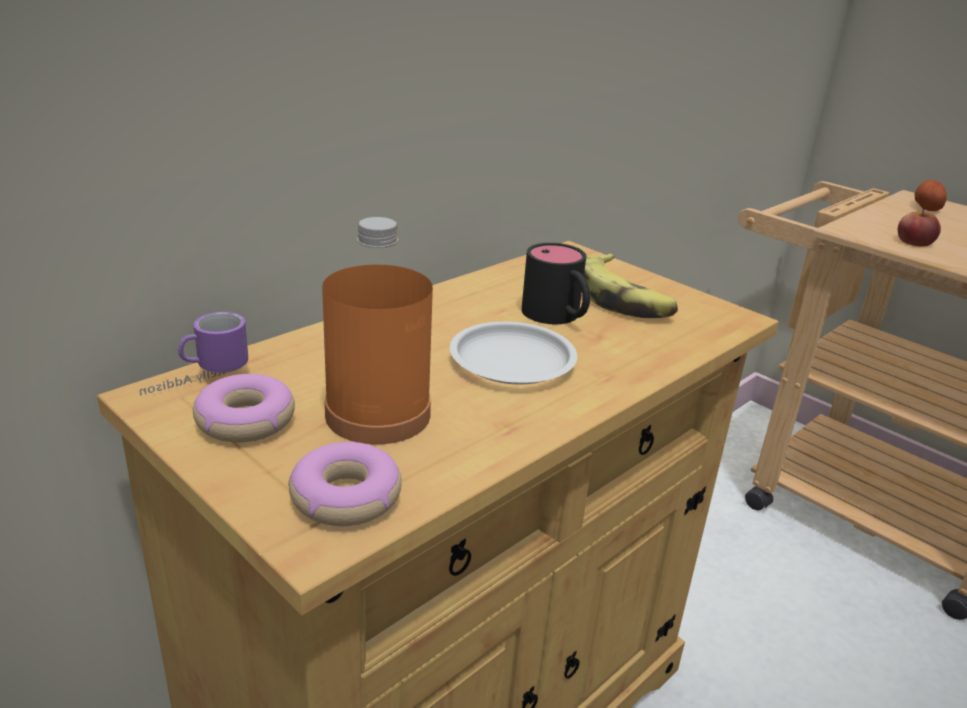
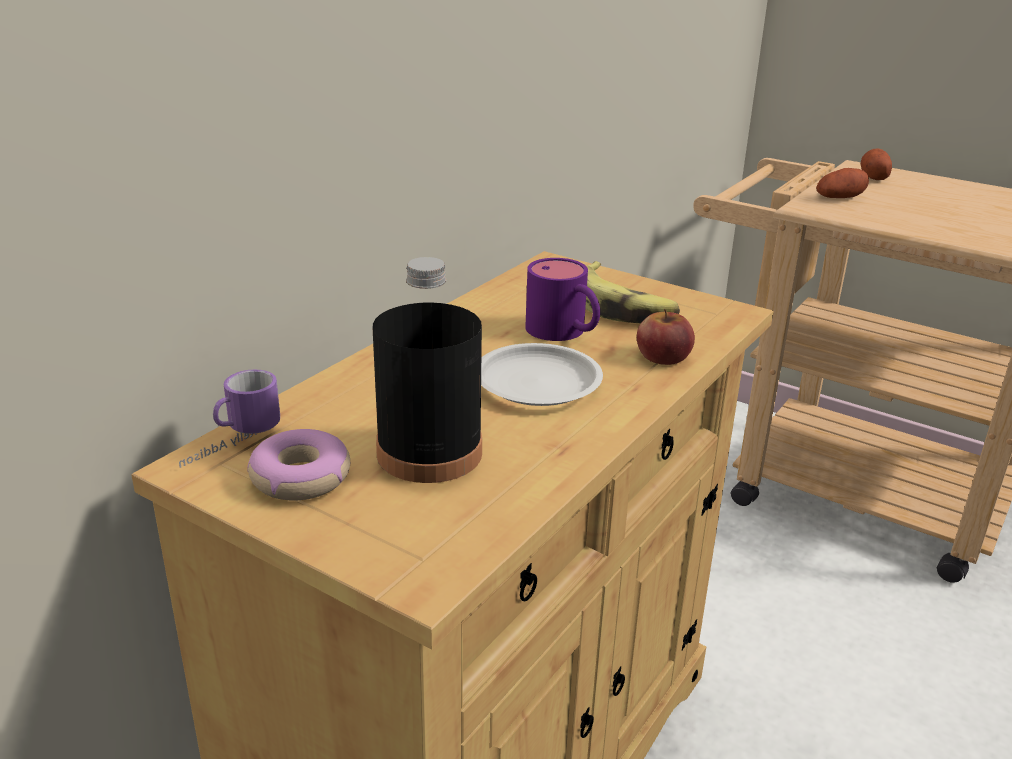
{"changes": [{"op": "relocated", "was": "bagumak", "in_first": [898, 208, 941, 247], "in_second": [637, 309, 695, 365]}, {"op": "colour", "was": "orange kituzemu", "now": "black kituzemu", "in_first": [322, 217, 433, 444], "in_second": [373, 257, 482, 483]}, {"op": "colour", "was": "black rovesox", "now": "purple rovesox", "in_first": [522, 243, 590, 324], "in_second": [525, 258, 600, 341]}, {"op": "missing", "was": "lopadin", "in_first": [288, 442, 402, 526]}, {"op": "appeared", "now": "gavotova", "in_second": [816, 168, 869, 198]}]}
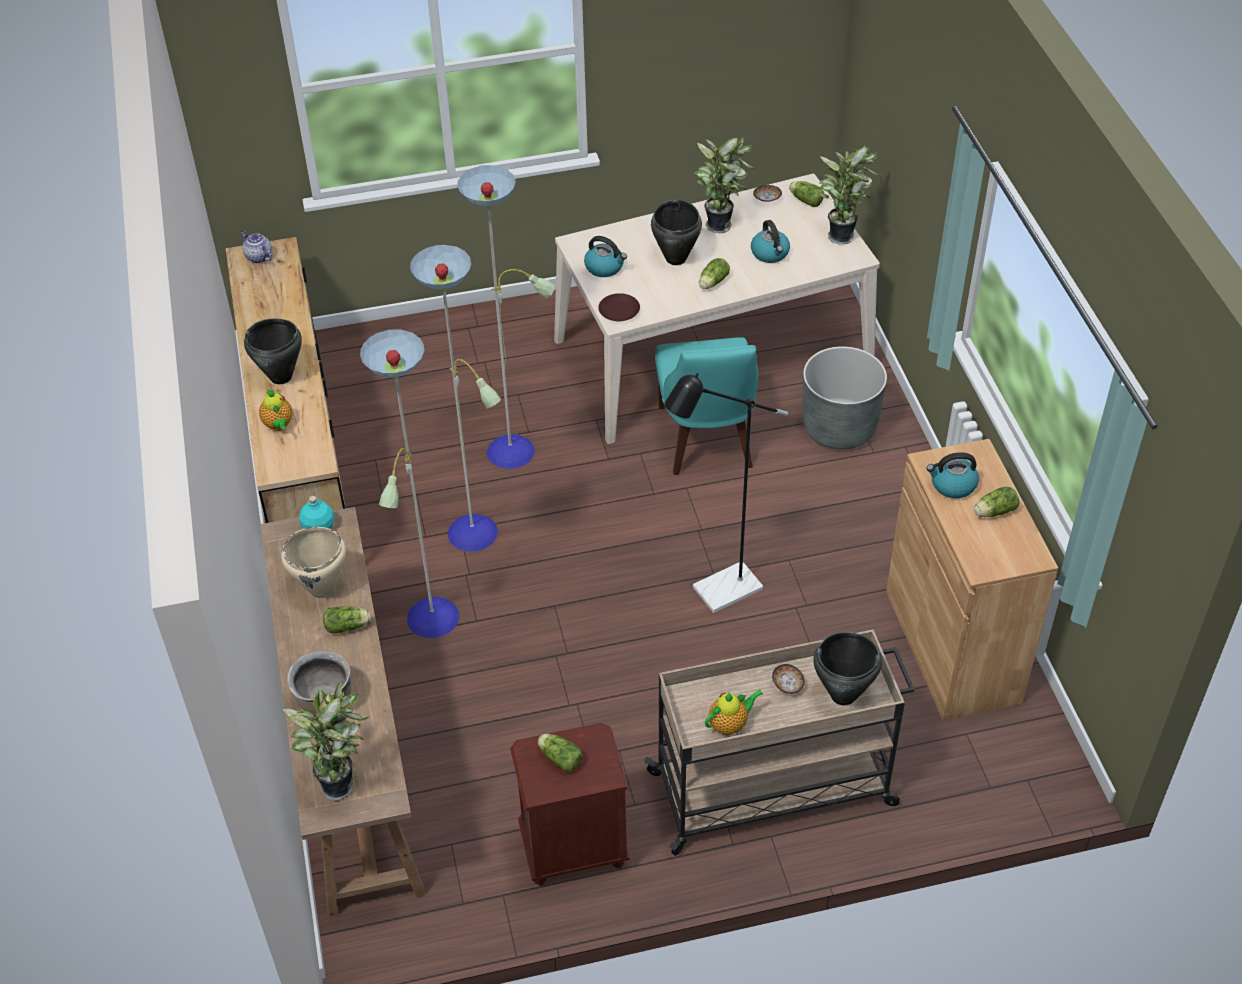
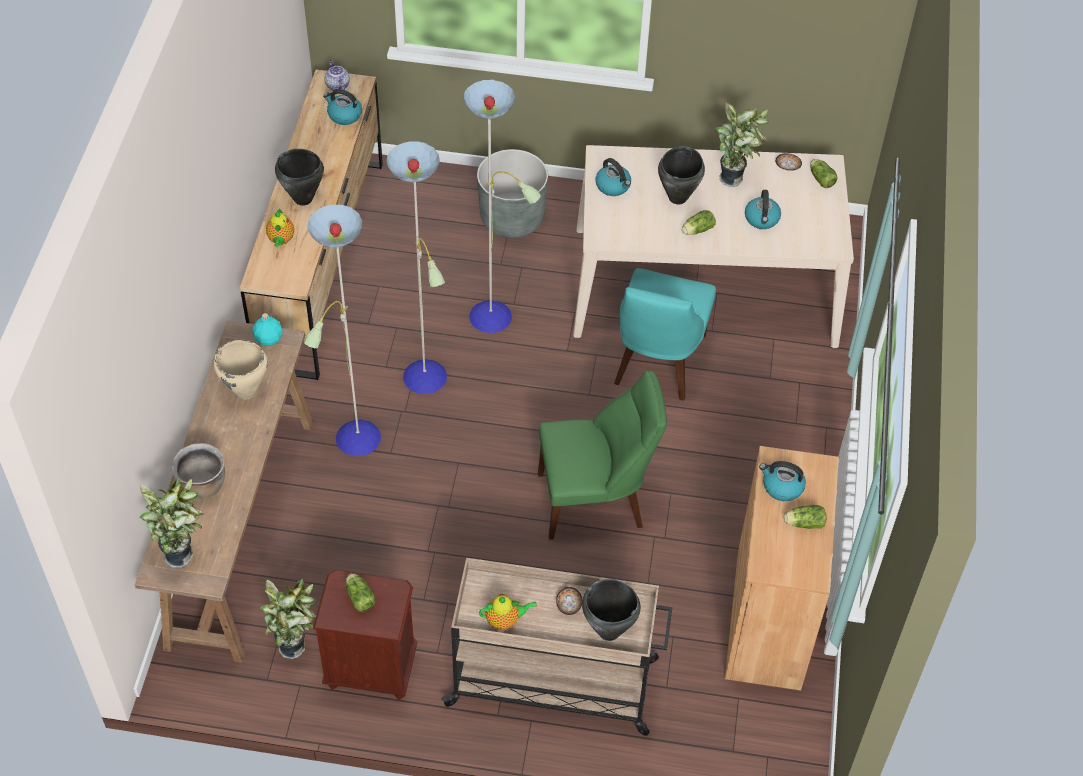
{"changes": [{"op": "relocated", "was": "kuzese", "in_first": [819, 145, 882, 244], "in_second": [260, 579, 316, 659]}, {"op": "missing", "was": "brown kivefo", "in_first": [598, 293, 640, 322]}, {"op": "relocated", "was": "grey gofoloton", "in_first": [802, 346, 887, 450], "in_second": [477, 149, 548, 238]}, {"op": "exchanged", "was": "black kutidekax", "now": "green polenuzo", "in_first": [664, 373, 788, 613], "in_second": [538, 370, 667, 540]}, {"op": "missing", "was": "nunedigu", "in_first": [323, 606, 371, 633]}, {"op": "appeared", "now": "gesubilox", "in_second": [323, 89, 362, 125]}]}
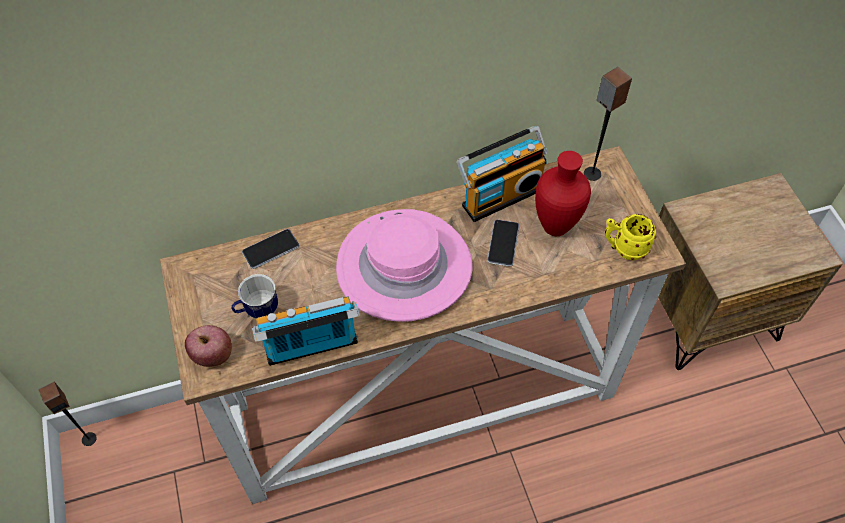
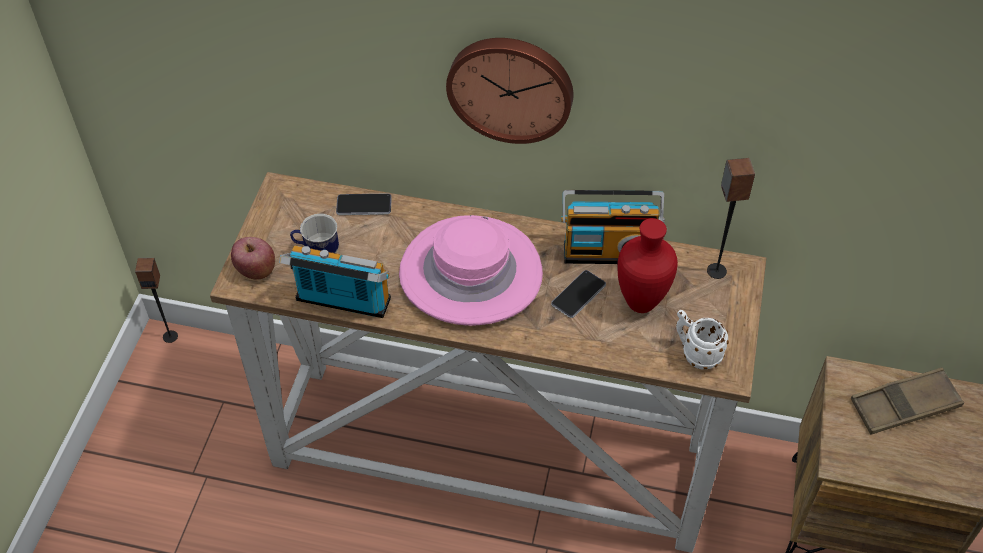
{"changes": [{"op": "colour", "was": "yellow rovesox", "now": "white rovesox", "in_first": [605, 214, 656, 260], "in_second": [676, 310, 729, 370]}, {"op": "appeared", "now": "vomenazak", "in_second": [446, 38, 574, 144]}, {"op": "appeared", "now": "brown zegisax", "in_second": [851, 367, 964, 435]}]}
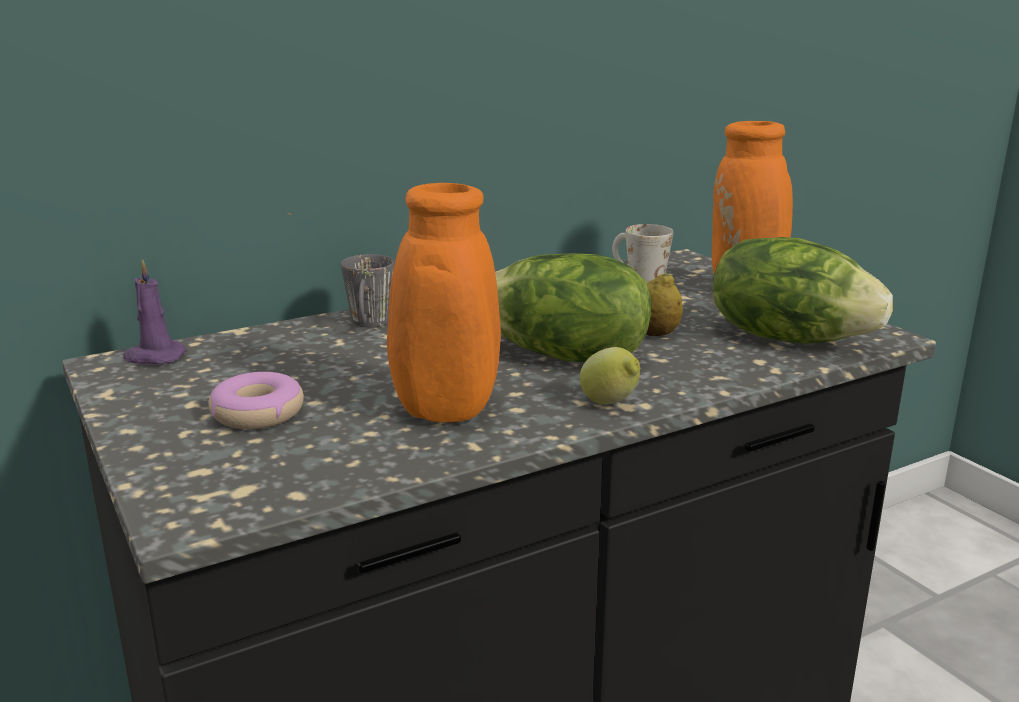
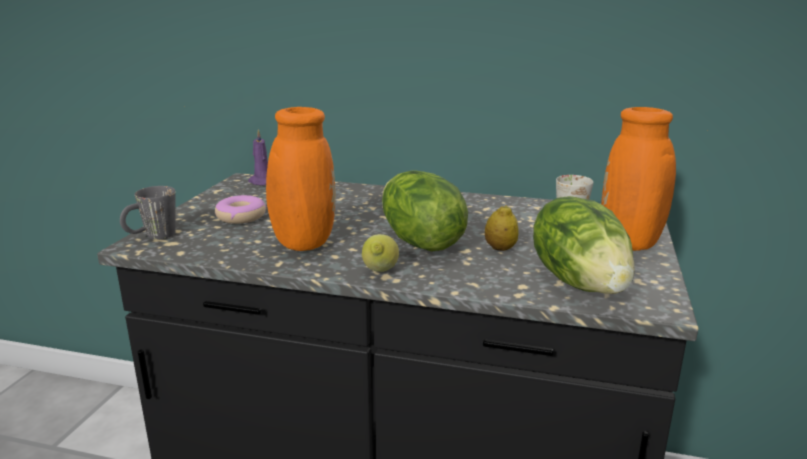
{"changes": [{"op": "relocated", "was": "grey rovesox", "in_first": [341, 254, 394, 328], "in_second": [120, 186, 176, 239]}]}
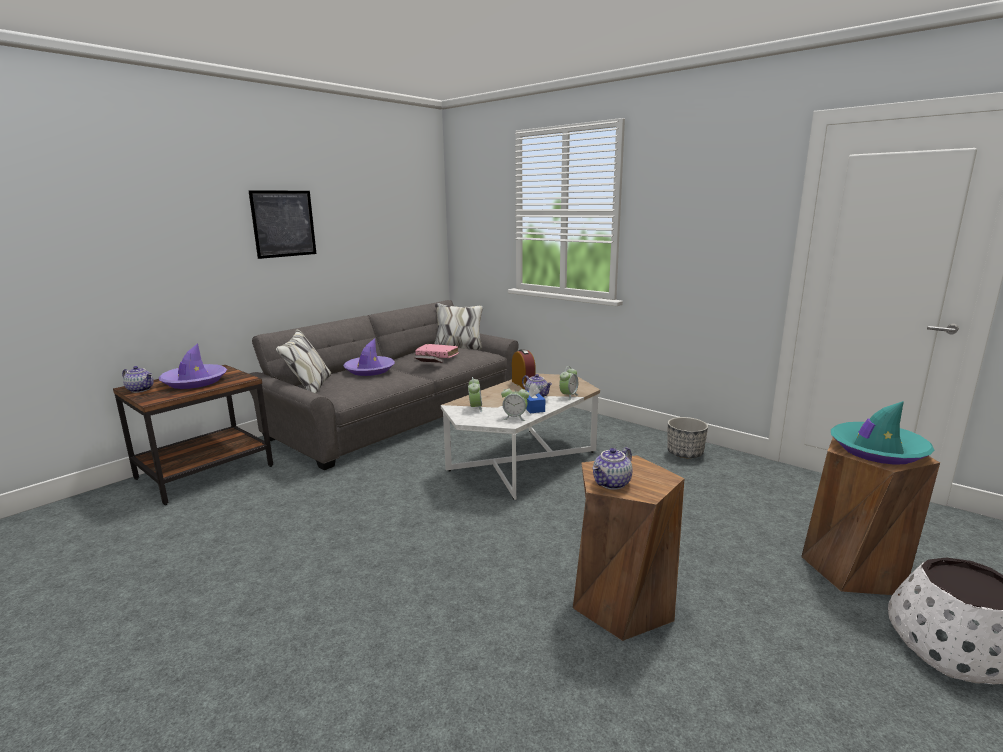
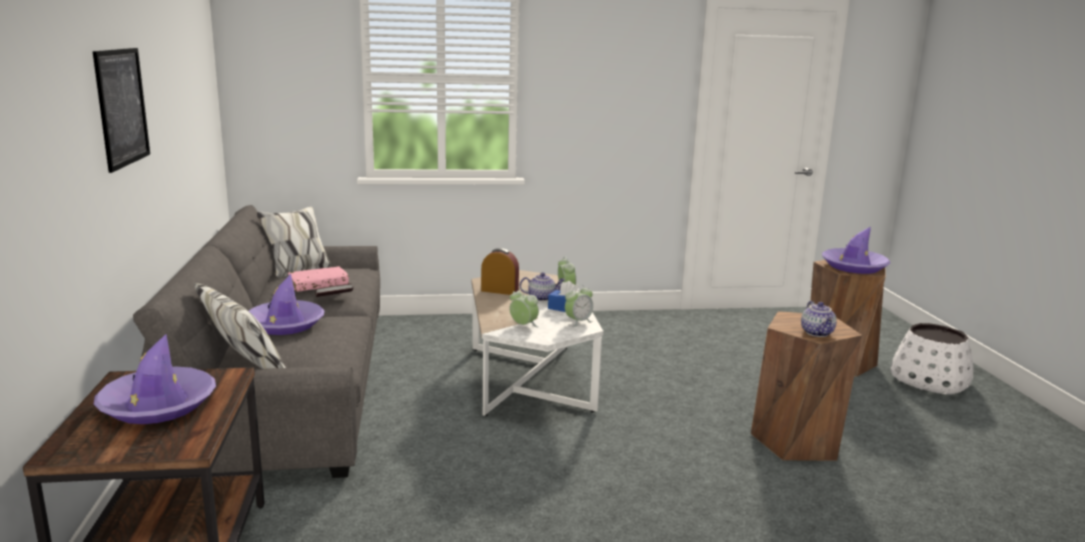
{"changes": [{"op": "missing", "was": "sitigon", "in_first": [122, 366, 154, 393]}, {"op": "colour", "was": "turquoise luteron", "now": "purple luteron", "in_first": [831, 401, 934, 465], "in_second": [822, 227, 890, 274]}, {"op": "missing", "was": "gofoloton", "in_first": [667, 417, 708, 458]}]}
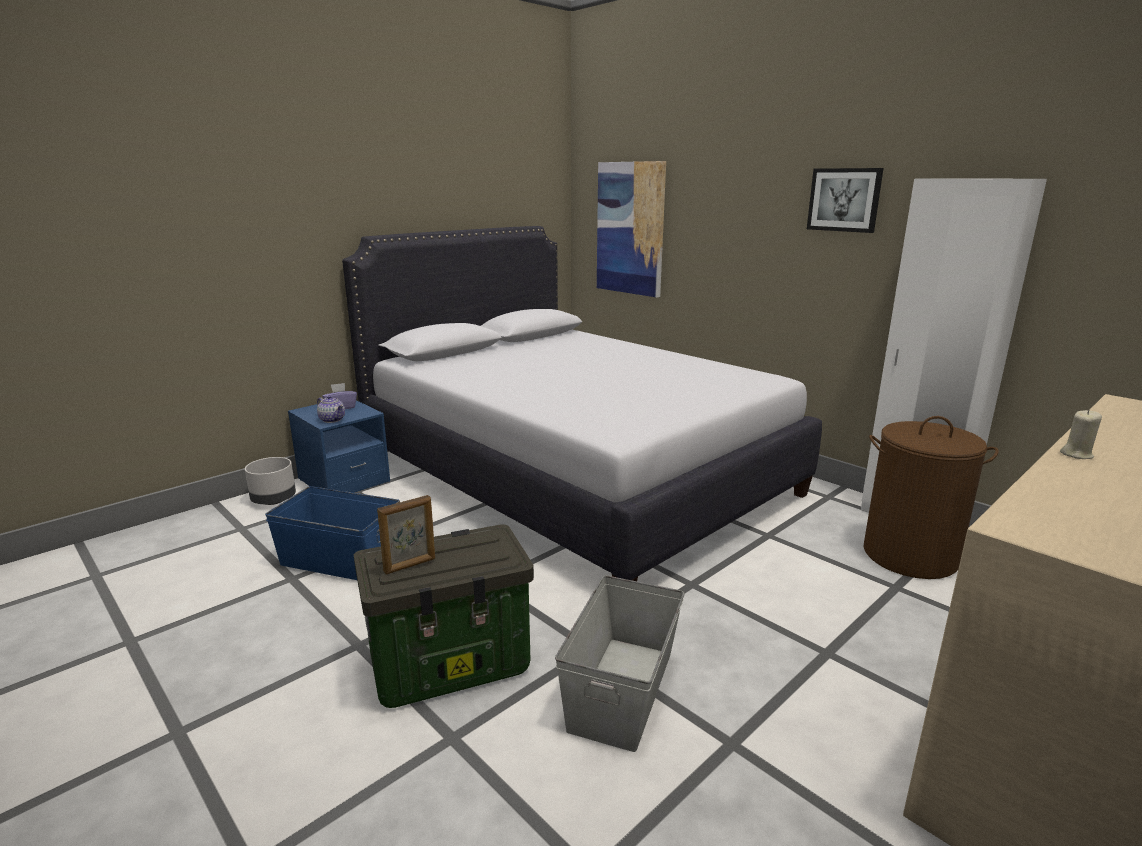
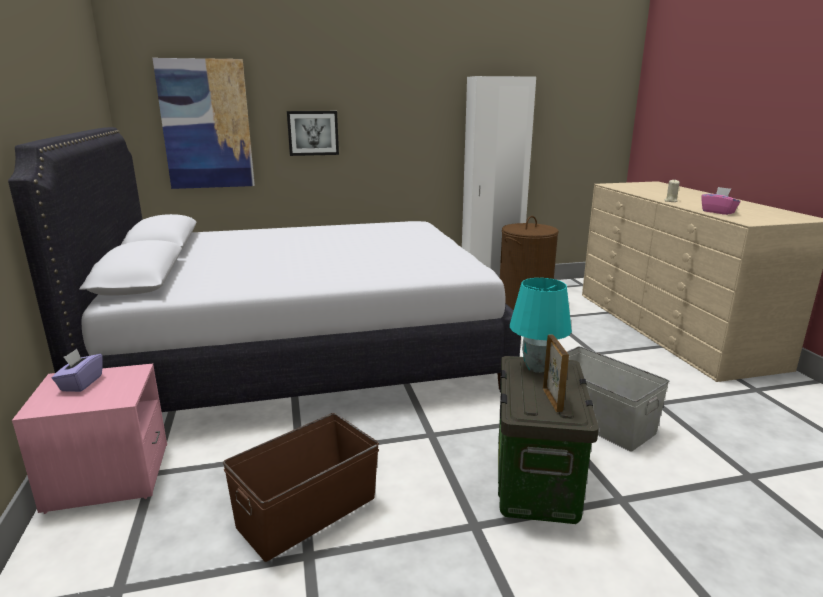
{"changes": [{"op": "relocated", "was": "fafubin", "in_first": [807, 168, 884, 233], "in_second": [287, 111, 339, 156]}, {"op": "missing", "was": "sitigon", "in_first": [317, 395, 345, 423]}, {"op": "colour", "was": "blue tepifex", "now": "pink tepifex", "in_first": [288, 400, 390, 493], "in_second": [12, 364, 167, 514]}, {"op": "missing", "was": "grey gofoloton", "in_first": [245, 457, 296, 505]}, {"op": "colour", "was": "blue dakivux", "now": "brown dakivux", "in_first": [265, 486, 400, 580], "in_second": [223, 413, 379, 562]}, {"op": "appeared", "now": "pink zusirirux", "in_second": [701, 187, 741, 215]}, {"op": "appeared", "now": "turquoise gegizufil", "in_second": [510, 278, 572, 373]}]}
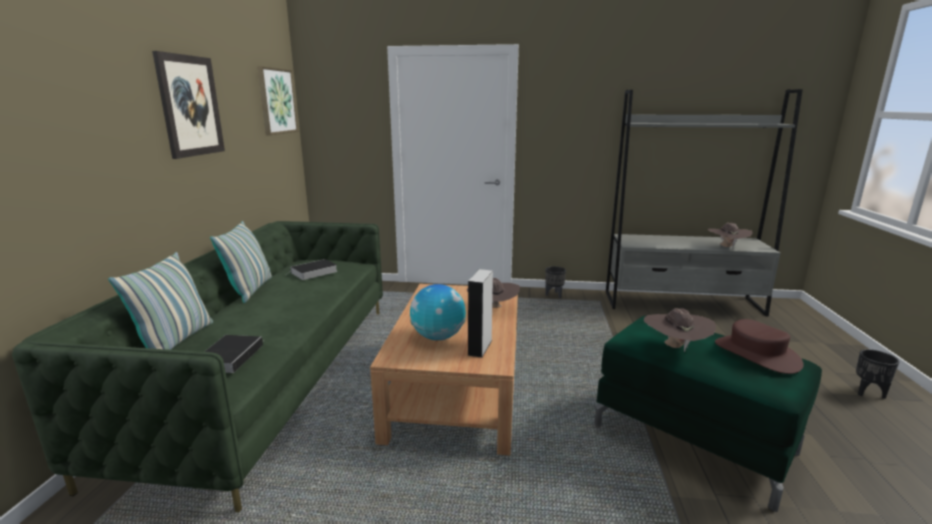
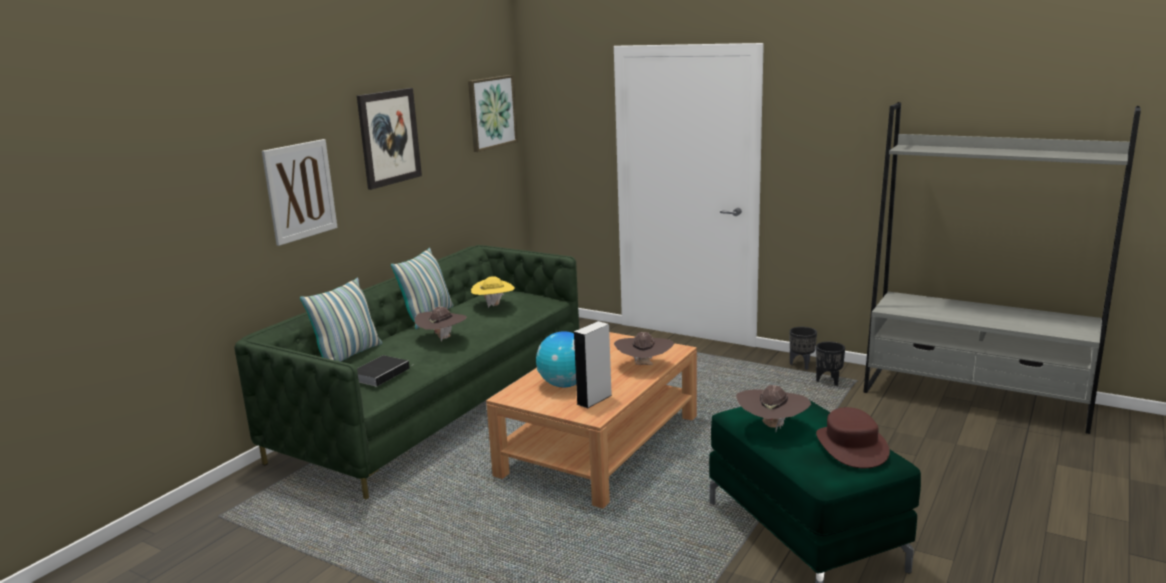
{"changes": [{"op": "relocated", "was": "brown luteron", "in_first": [708, 223, 753, 249], "in_second": [415, 307, 467, 342]}, {"op": "exchanged", "was": "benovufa", "now": "yellow luteron", "in_first": [286, 259, 338, 280], "in_second": [471, 276, 515, 308]}, {"op": "relocated", "was": "black gofoloton", "in_first": [856, 349, 899, 399], "in_second": [816, 342, 845, 386]}, {"op": "appeared", "now": "fafubin", "in_second": [262, 139, 338, 246]}]}
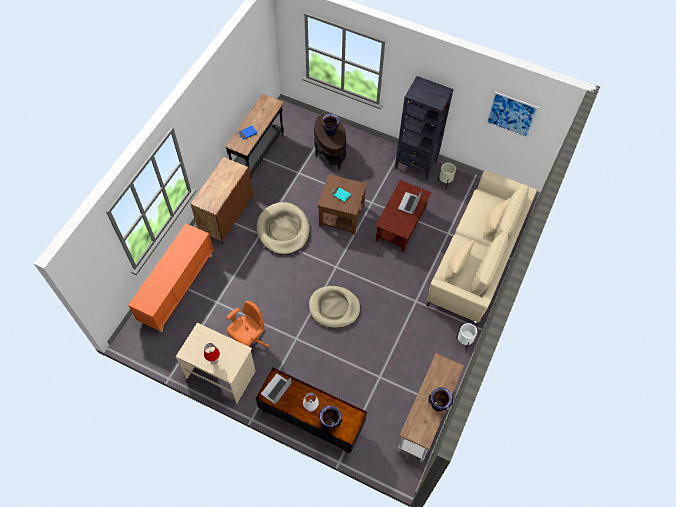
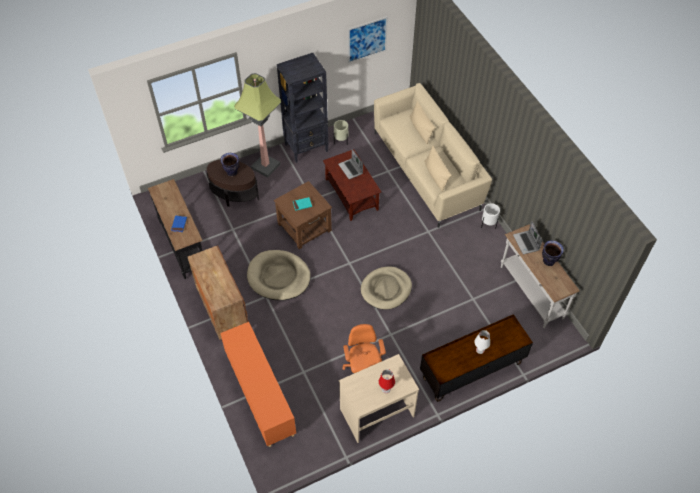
{"changes": [{"op": "relocated", "was": "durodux", "in_first": [261, 374, 292, 404], "in_second": [513, 221, 542, 254]}, {"op": "missing", "was": "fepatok", "in_first": [319, 406, 343, 429]}, {"op": "appeared", "now": "kutidekax", "in_second": [234, 73, 281, 178]}]}
